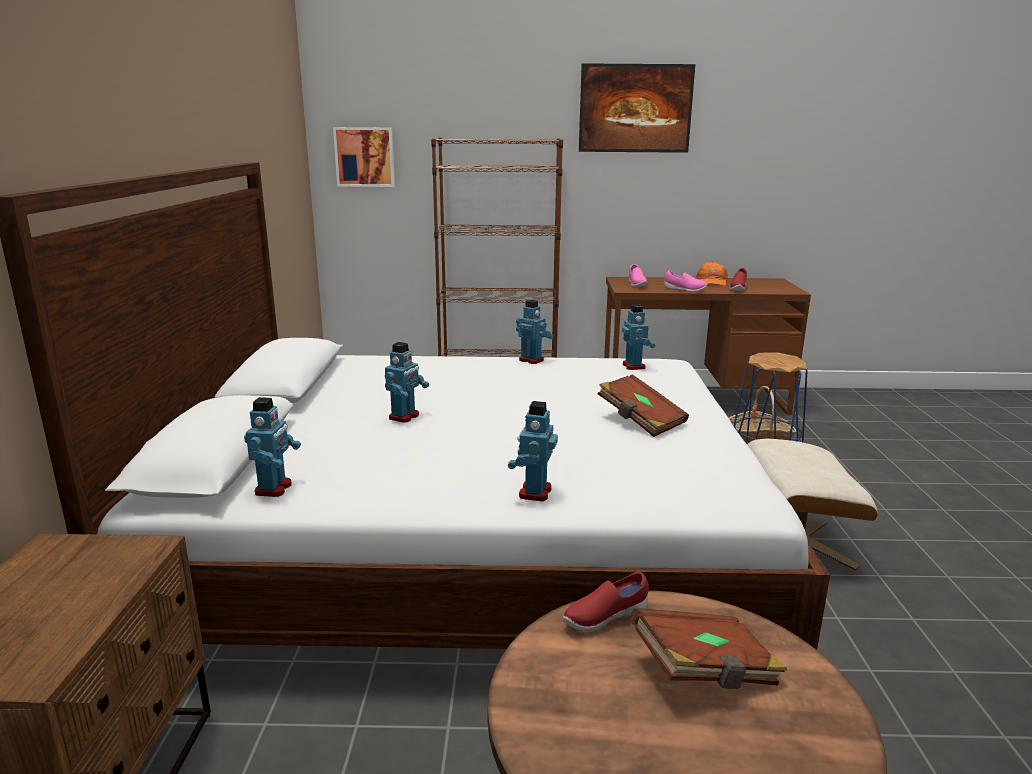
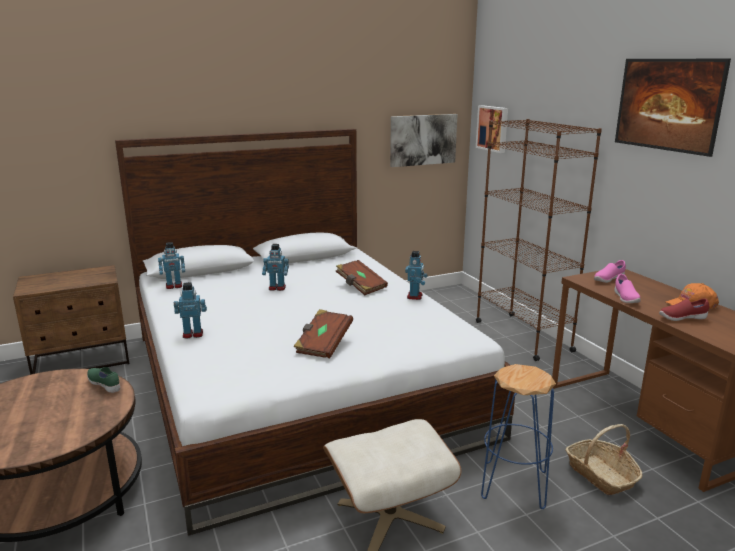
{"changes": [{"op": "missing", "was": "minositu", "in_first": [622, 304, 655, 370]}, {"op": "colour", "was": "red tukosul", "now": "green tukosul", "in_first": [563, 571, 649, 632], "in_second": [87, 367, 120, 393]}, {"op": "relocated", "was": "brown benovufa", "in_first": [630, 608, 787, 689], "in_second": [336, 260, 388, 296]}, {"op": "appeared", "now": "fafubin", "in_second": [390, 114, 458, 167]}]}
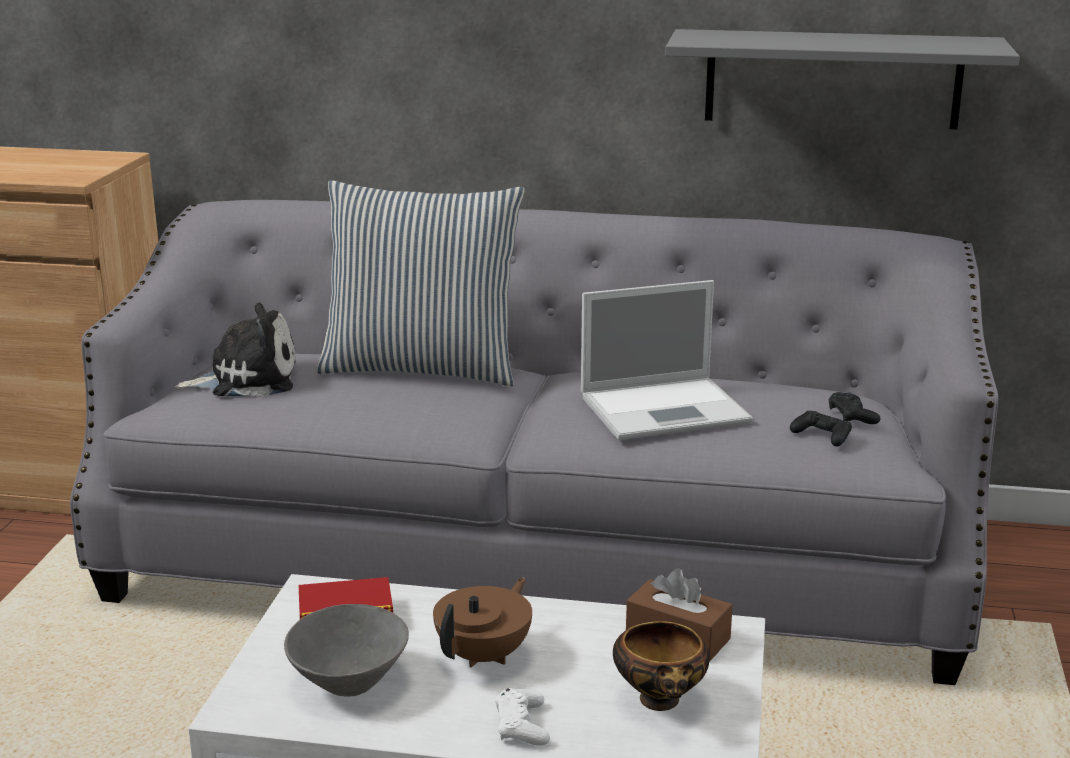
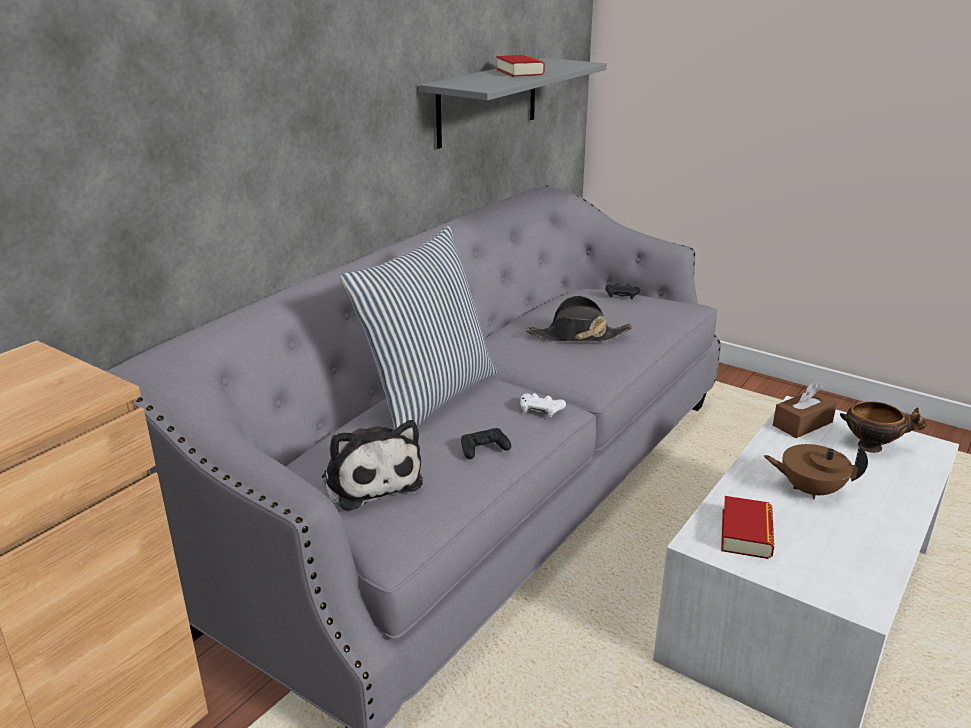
{"changes": [{"op": "exchanged", "was": "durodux", "now": "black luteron", "in_first": [581, 280, 753, 440], "in_second": [526, 296, 633, 342]}, {"op": "spun", "was": "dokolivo", "in_first": [175, 303, 296, 398], "in_second": [322, 420, 423, 511], "clockwise": 135}, {"op": "relocated", "was": "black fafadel", "in_first": [790, 411, 852, 446], "in_second": [461, 428, 511, 459]}, {"op": "spun", "was": "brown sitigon", "in_first": [433, 578, 532, 668], "in_second": [764, 444, 868, 500], "clockwise": -45}, {"op": "missing", "was": "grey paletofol", "in_first": [284, 604, 409, 697]}, {"op": "relocated", "was": "white fafadel", "in_first": [495, 688, 550, 746], "in_second": [520, 393, 566, 417]}, {"op": "appeared", "now": "benovufa", "in_second": [496, 55, 545, 77]}]}
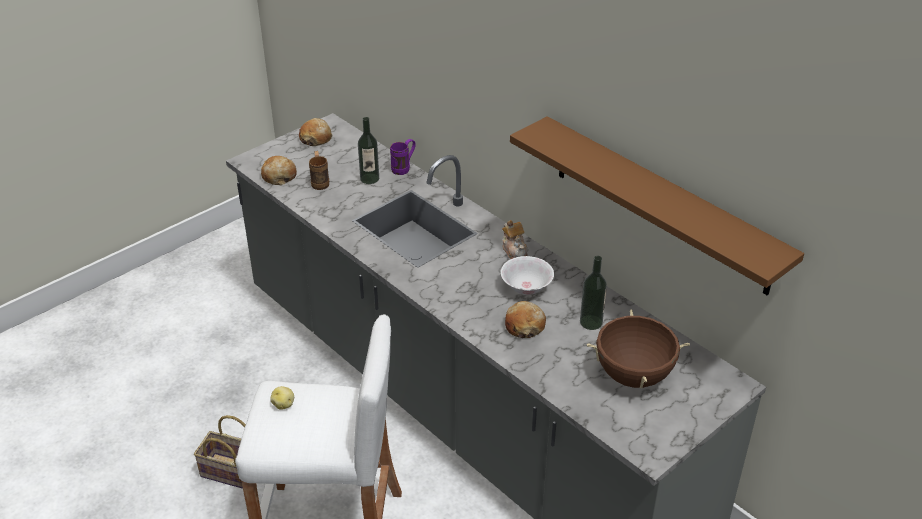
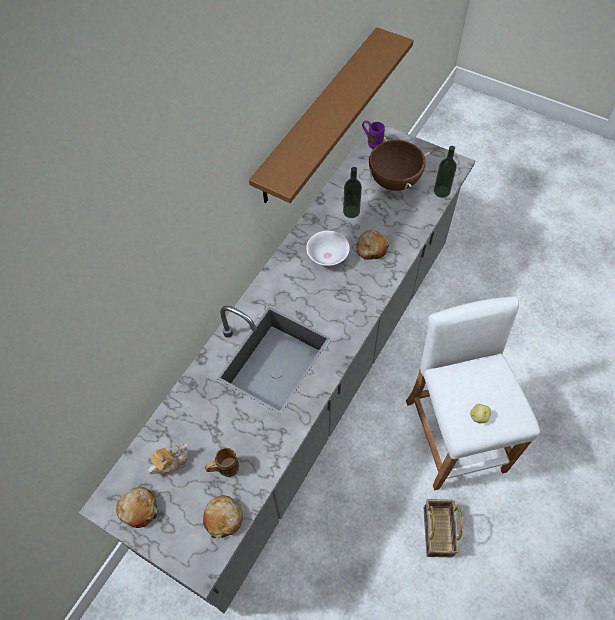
{"changes": [{"op": "relocated", "was": "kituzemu", "in_first": [358, 117, 379, 184], "in_second": [434, 146, 457, 198]}, {"op": "relocated", "was": "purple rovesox", "in_first": [390, 139, 416, 175], "in_second": [362, 120, 385, 149]}, {"op": "relocated", "was": "sitigon", "in_first": [502, 220, 528, 259], "in_second": [148, 443, 188, 476]}]}
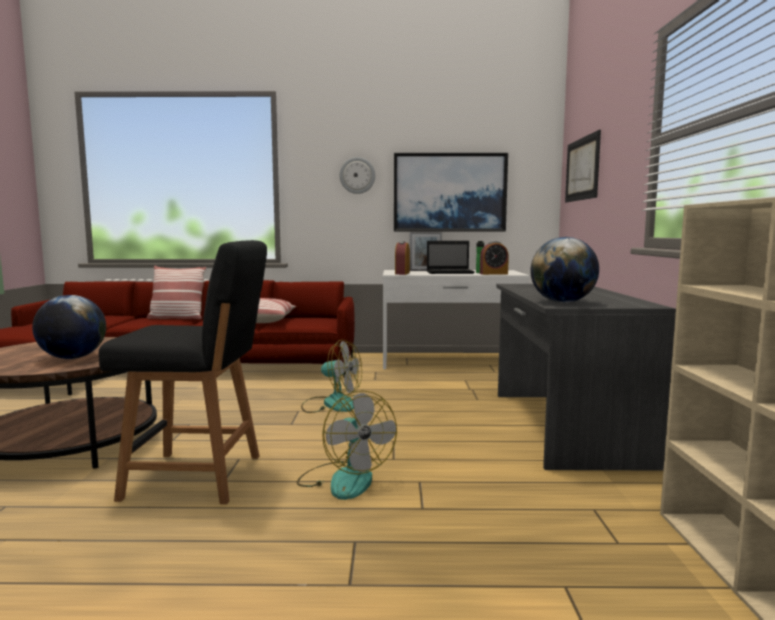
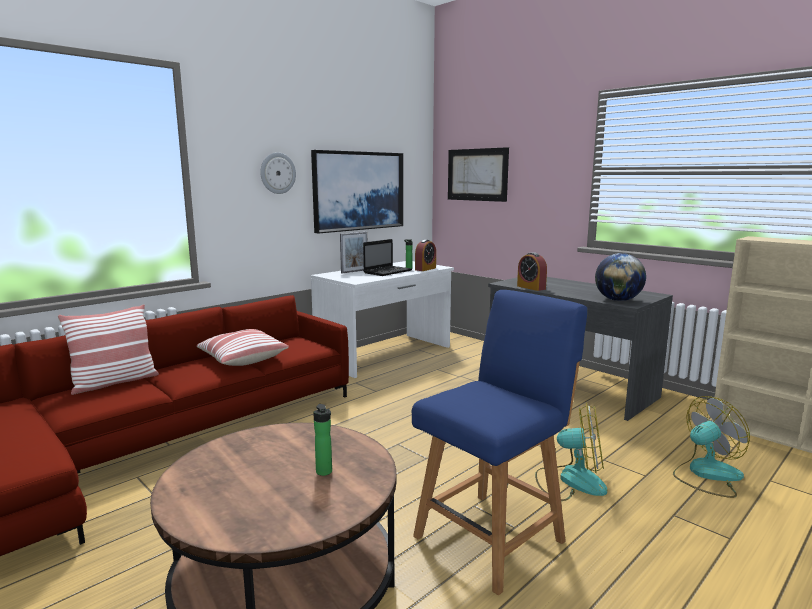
{"changes": [{"op": "colour", "was": "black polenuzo", "now": "blue polenuzo", "in_first": [99, 240, 267, 504], "in_second": [412, 290, 587, 595]}, {"op": "relocated", "was": "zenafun", "in_first": [395, 241, 410, 275], "in_second": [517, 252, 547, 291]}, {"op": "exchanged", "was": "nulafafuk", "now": "kituzemu", "in_first": [32, 295, 106, 359], "in_second": [313, 404, 332, 476]}, {"op": "relocated", "was": "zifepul", "in_first": [301, 340, 362, 413], "in_second": [673, 396, 750, 498]}]}
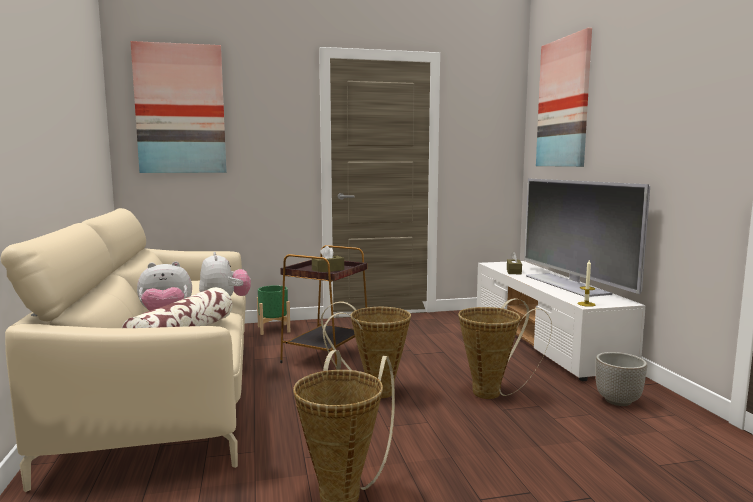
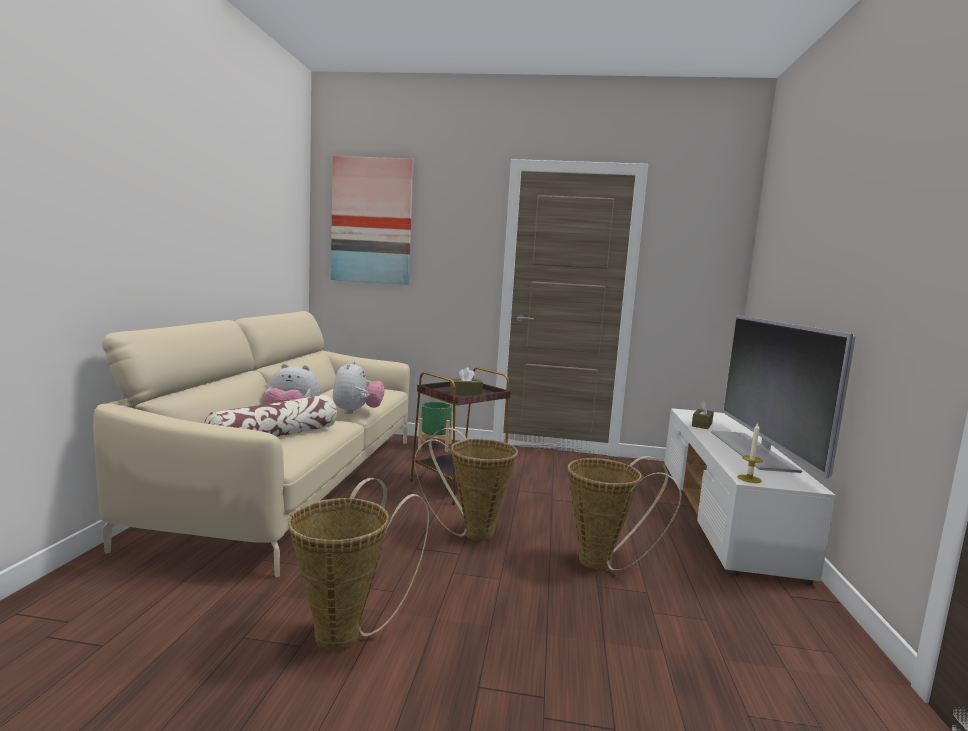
{"changes": [{"op": "missing", "was": "fafubin", "in_first": [536, 28, 592, 167]}, {"op": "missing", "was": "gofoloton", "in_first": [595, 352, 647, 406]}]}
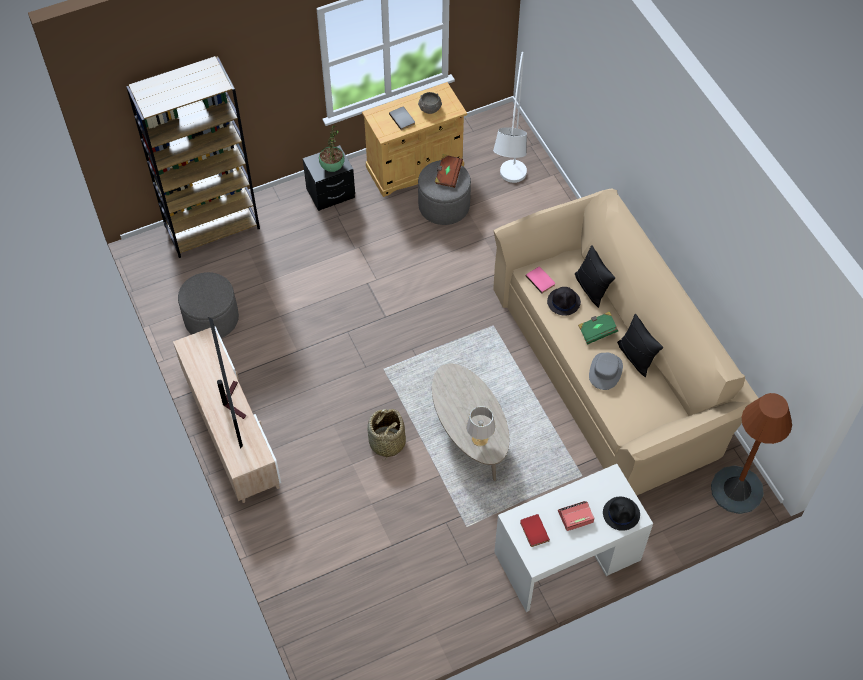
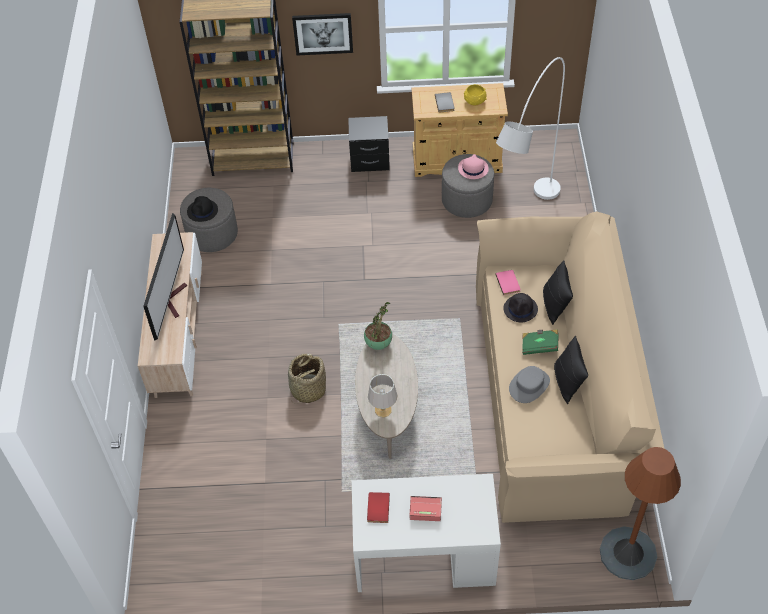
{"changes": [{"op": "colour", "was": "grey paletofol", "now": "yellow paletofol", "in_first": [418, 92, 442, 114], "in_second": [464, 84, 487, 105]}, {"op": "relocated", "was": "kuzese", "in_first": [319, 125, 345, 172], "in_second": [364, 302, 392, 350]}, {"op": "exchanged", "was": "brown benovufa", "now": "pink luteron", "in_first": [435, 154, 463, 188], "in_second": [458, 154, 489, 179]}, {"op": "relocated", "was": "black luteron", "in_first": [603, 497, 640, 531], "in_second": [187, 196, 218, 222]}, {"op": "appeared", "now": "fafubin", "in_second": [292, 13, 353, 55]}]}
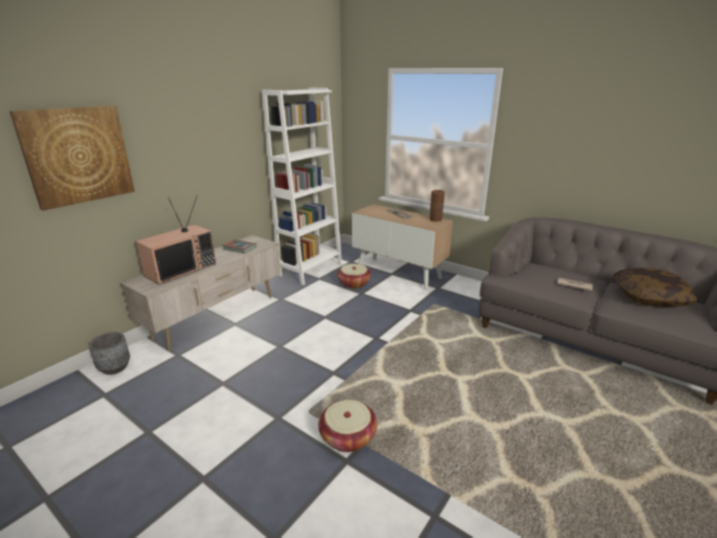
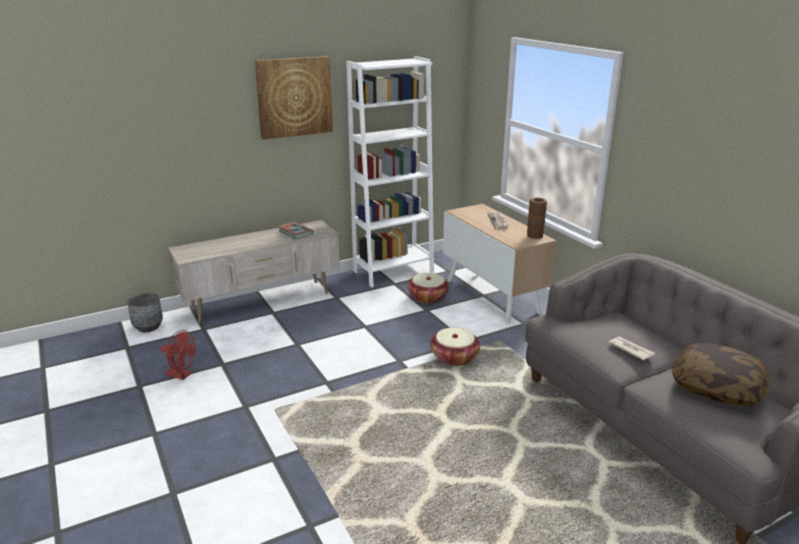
{"changes": [{"op": "relocated", "was": "fafubin", "in_first": [9, 105, 135, 211], "in_second": [255, 56, 333, 139]}, {"op": "missing", "was": "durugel", "in_first": [135, 195, 216, 285]}, {"op": "relocated", "was": "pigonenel", "in_first": [318, 400, 377, 452], "in_second": [430, 328, 480, 366]}, {"op": "appeared", "now": "red zifepul", "in_second": [161, 330, 196, 380]}]}
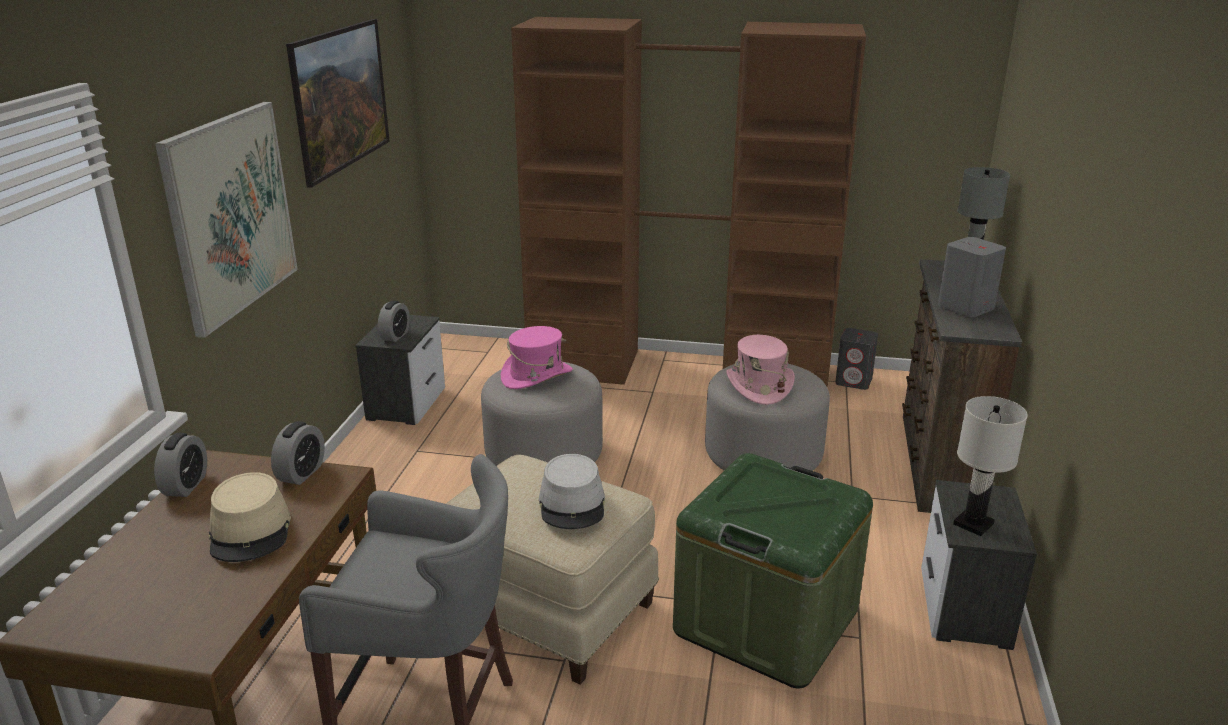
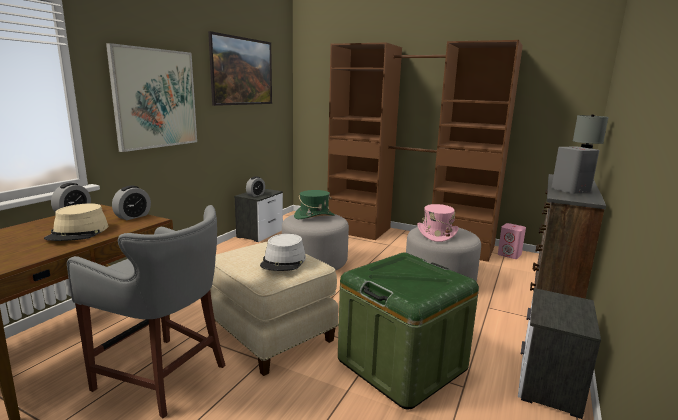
{"changes": [{"op": "colour", "was": "pink luteron", "now": "green luteron", "in_first": [501, 326, 573, 389], "in_second": [294, 190, 335, 219]}, {"op": "colour", "was": "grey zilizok", "now": "pink zilizok", "in_first": [835, 328, 878, 390], "in_second": [498, 223, 526, 259]}, {"op": "missing", "was": "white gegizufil", "in_first": [953, 396, 1028, 536]}]}
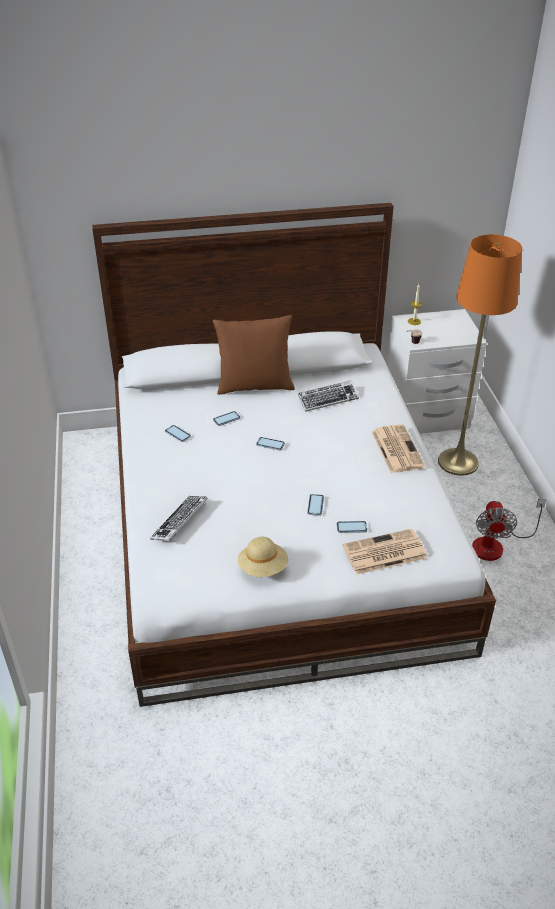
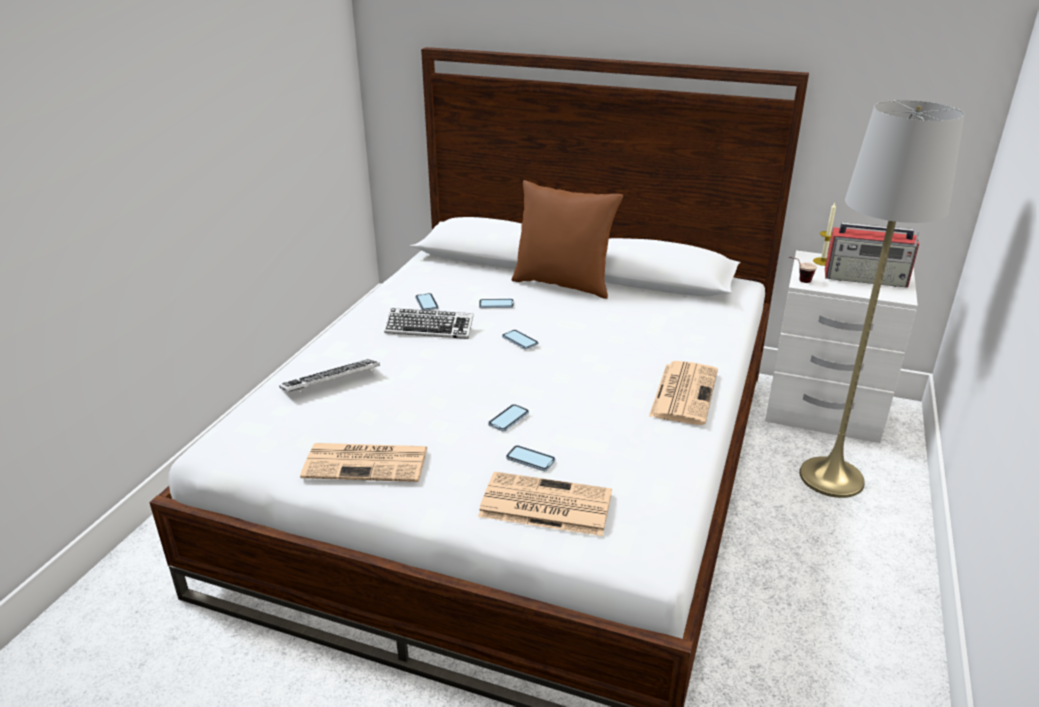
{"changes": [{"op": "colour", "was": "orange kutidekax", "now": "grey kutidekax", "in_first": [438, 234, 522, 476], "in_second": [799, 100, 964, 498]}, {"op": "relocated", "was": "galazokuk", "in_first": [298, 381, 359, 412], "in_second": [384, 308, 474, 339]}, {"op": "missing", "was": "zifepul", "in_first": [472, 499, 547, 561]}, {"op": "exchanged", "was": "beige luteron", "now": "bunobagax", "in_first": [238, 537, 288, 577], "in_second": [300, 443, 427, 482]}, {"op": "appeared", "now": "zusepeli", "in_second": [825, 222, 919, 288]}]}
